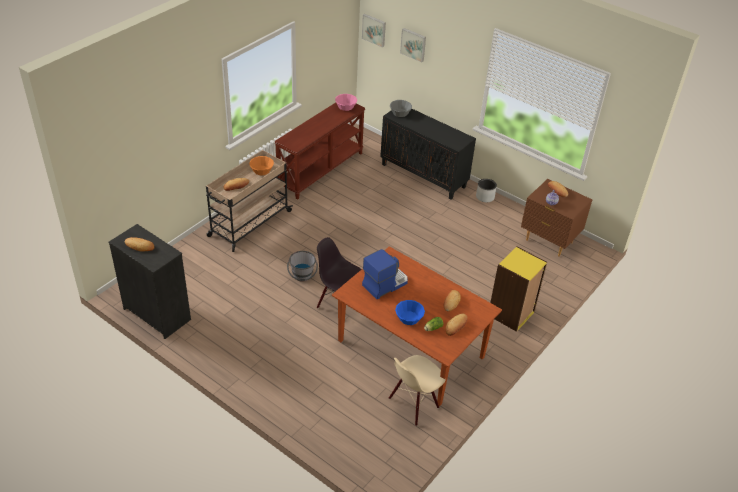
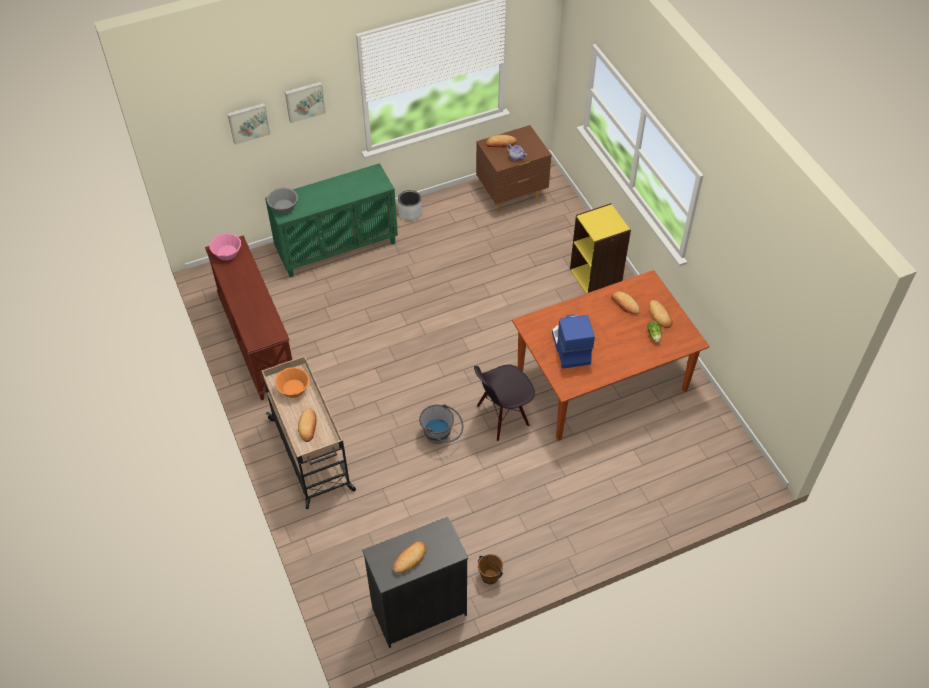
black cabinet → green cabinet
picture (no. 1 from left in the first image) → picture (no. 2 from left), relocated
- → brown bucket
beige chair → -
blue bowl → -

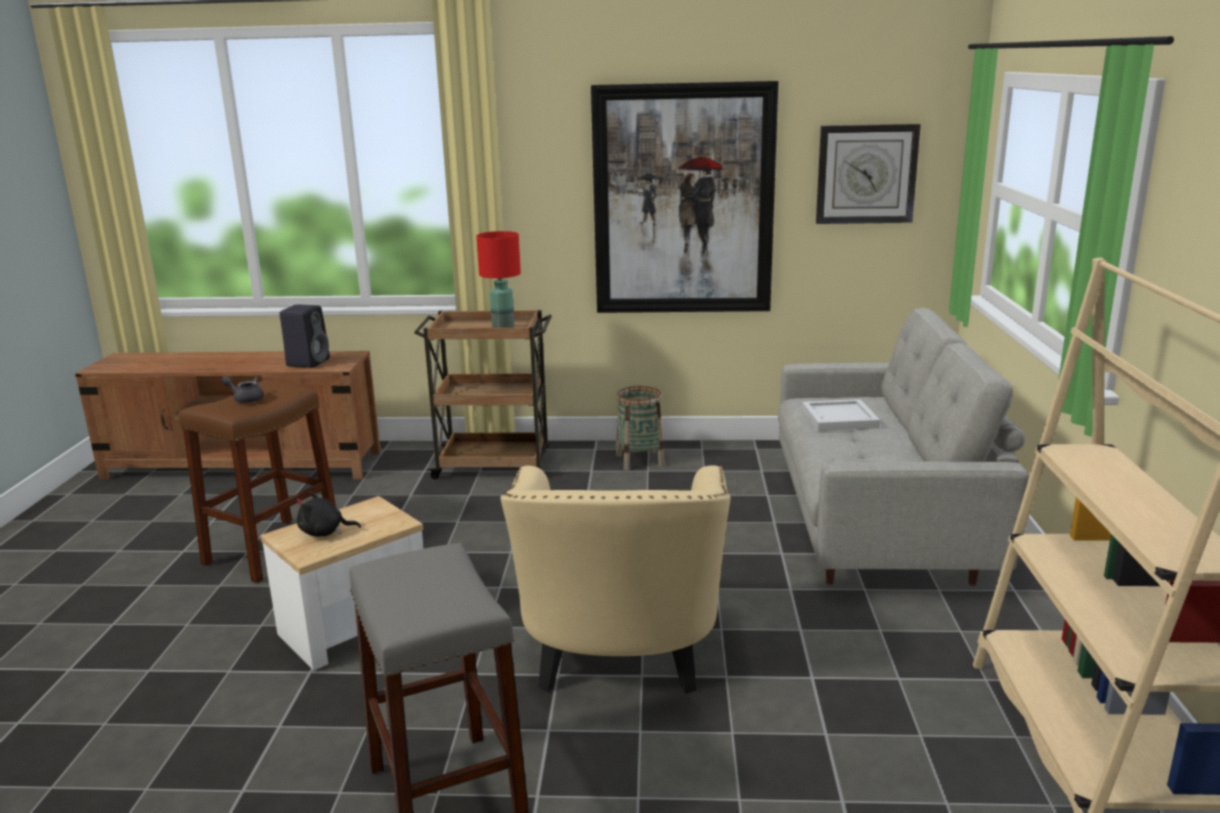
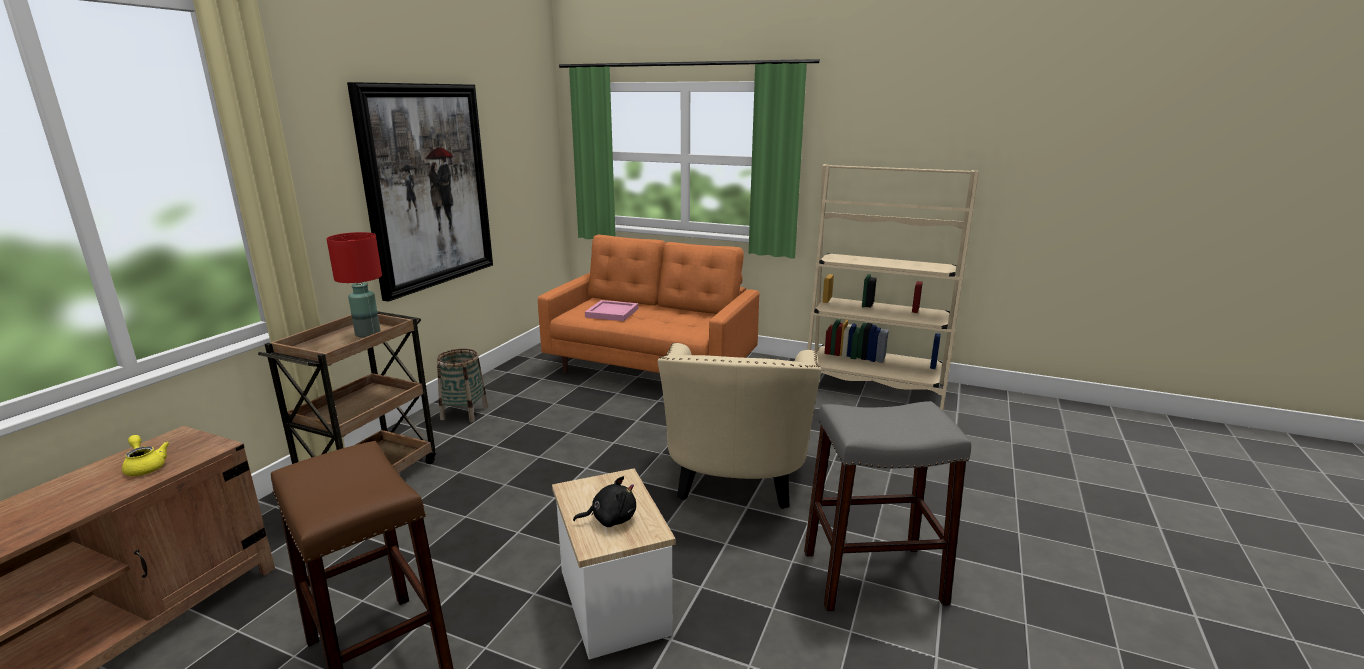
black speaker → yellow teapot
grey sofa → orange sofa
black plush toy, 120 degrees counterclockwise
white tray → pink tray
beige armchair, 75 degrees clockwise
grey teapot → -
wall clock → -

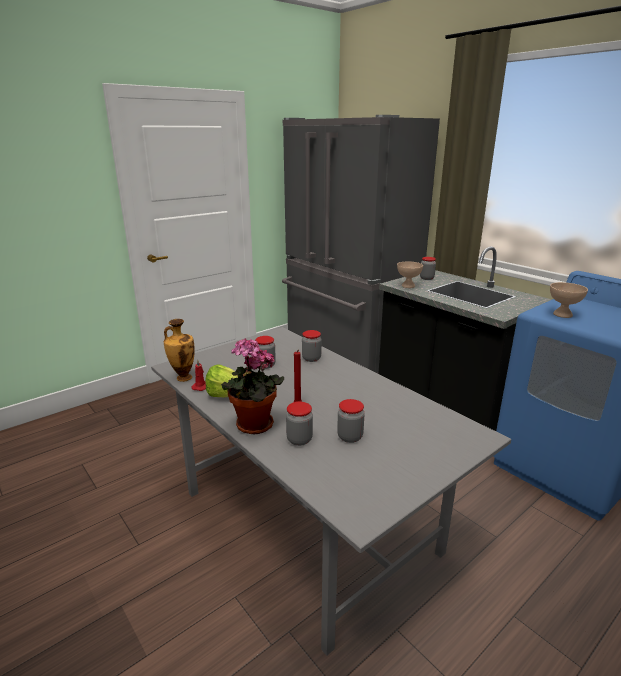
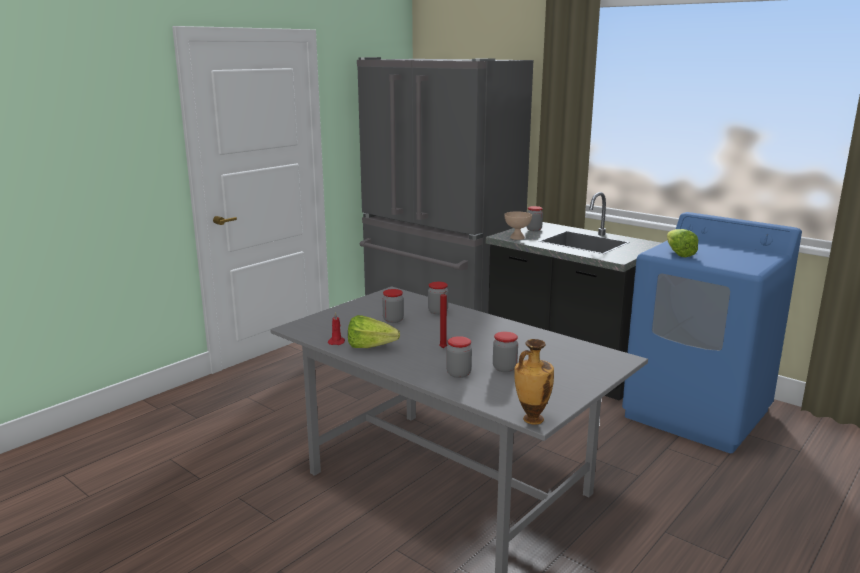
vase, relocated
beige bowl (no. 2 from left) → lettuce (no. 2 from left)
potted plant → -

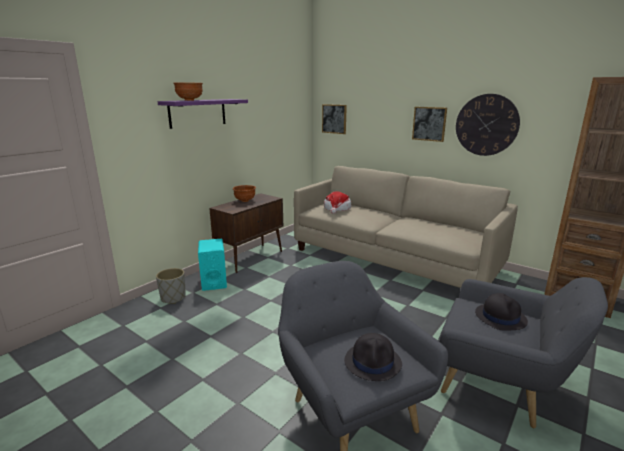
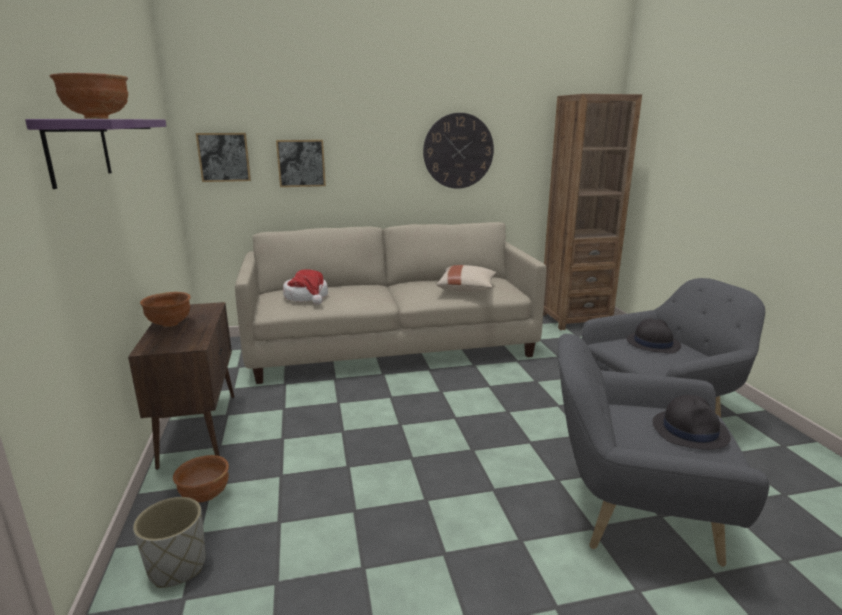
turquoise speaker → brown bowl (no. 3 from left)
picture (no. 2 from left), relocated
- → beige pillow

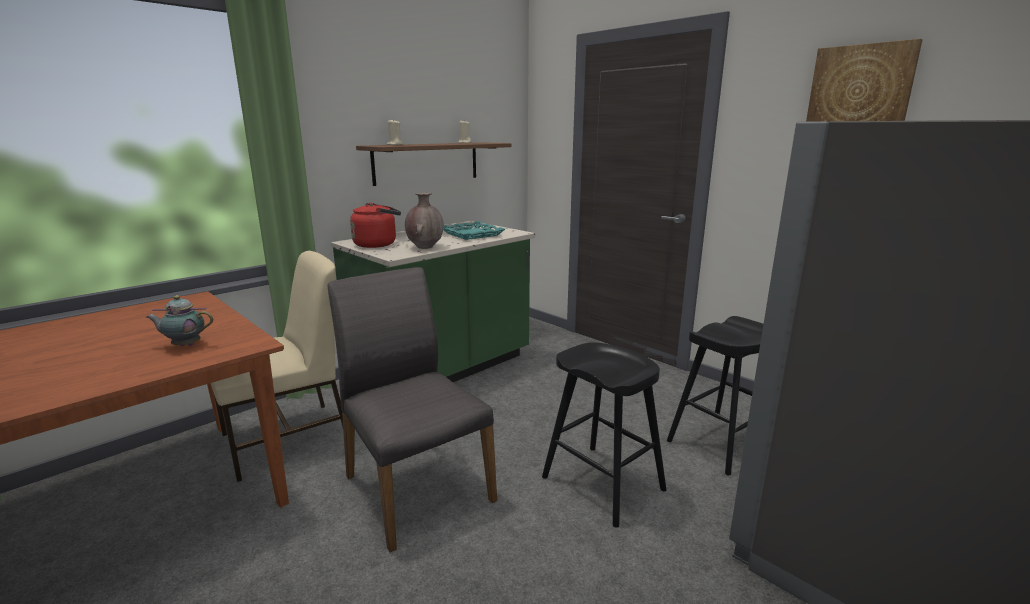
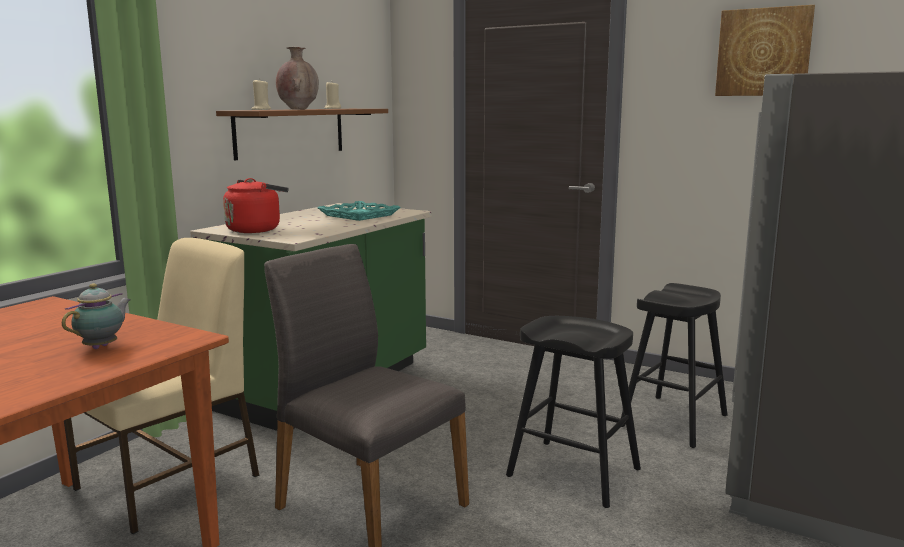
teapot, 135 degrees clockwise
brown vase, relocated

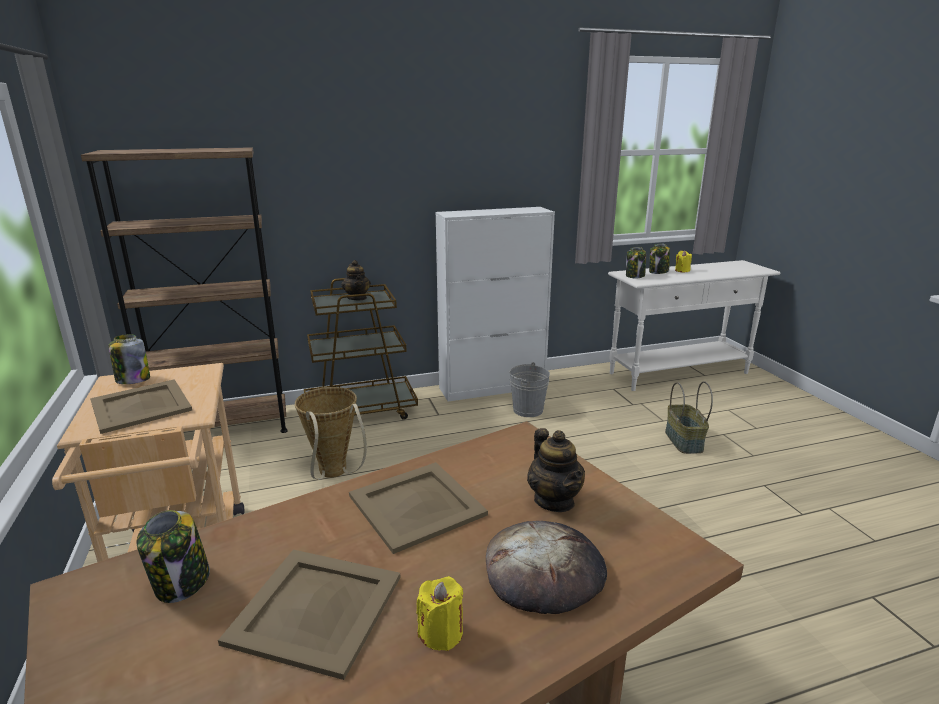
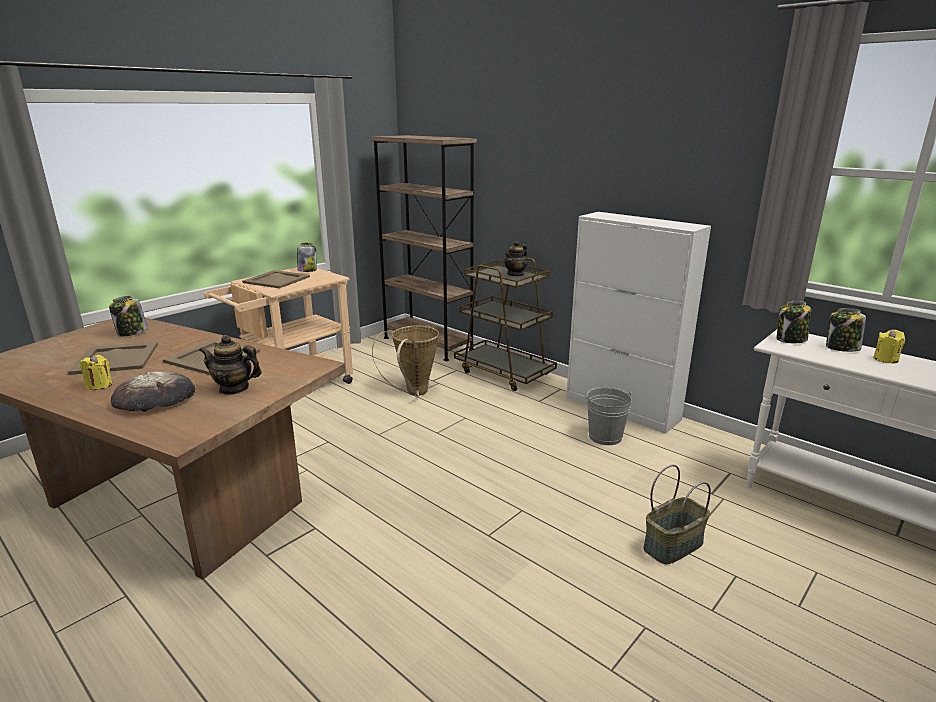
teapot (no. 2 from left in the first image) → teapot (no. 1 from left), 60 degrees clockwise

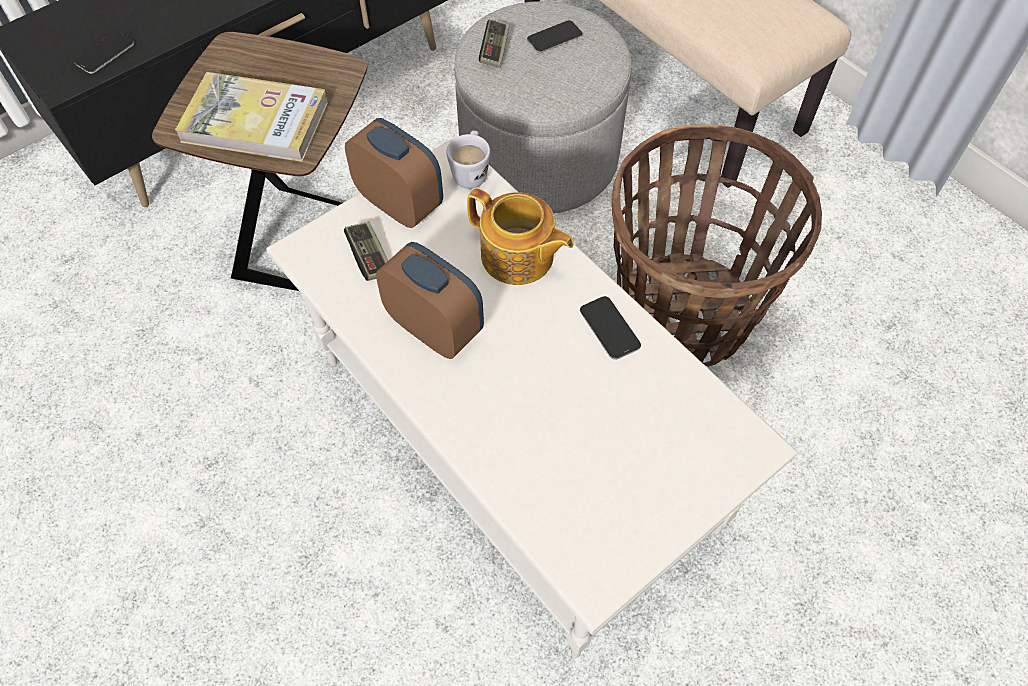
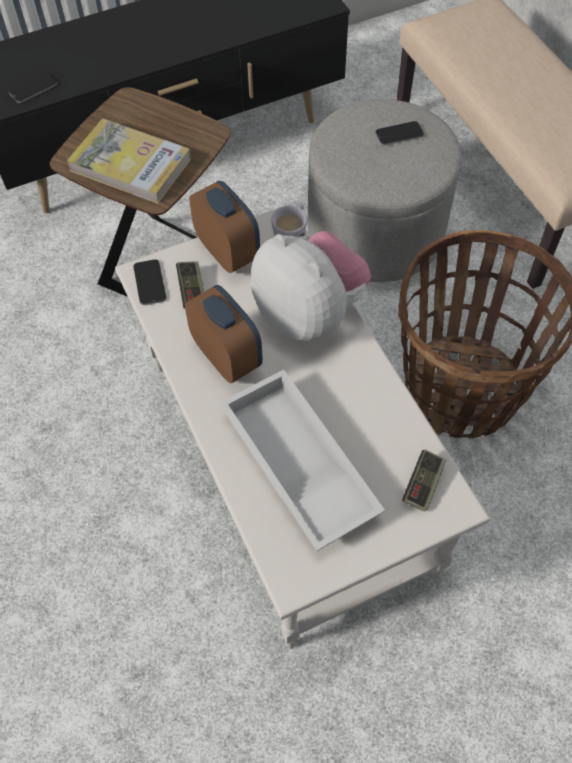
phone (no. 3 from left in the first image) → phone (no. 2 from left), relocated
- → white tray
teapot → plush toy
game controller (no. 2 from left), relocated

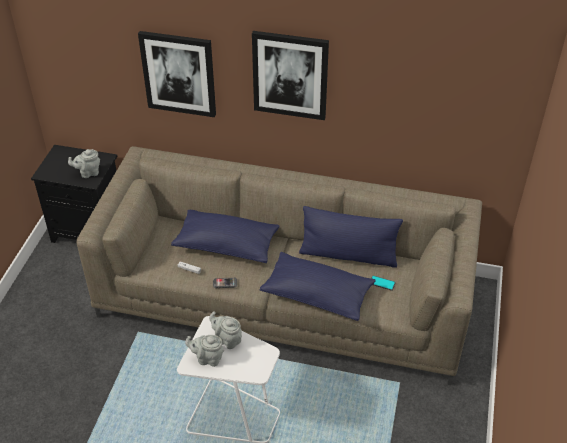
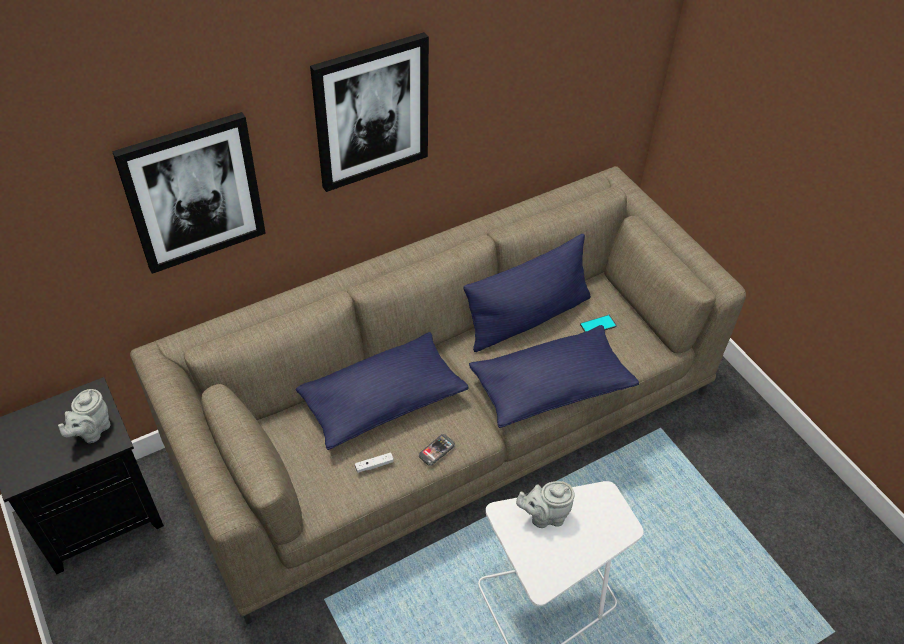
grey teapot (no. 2 from left) → -

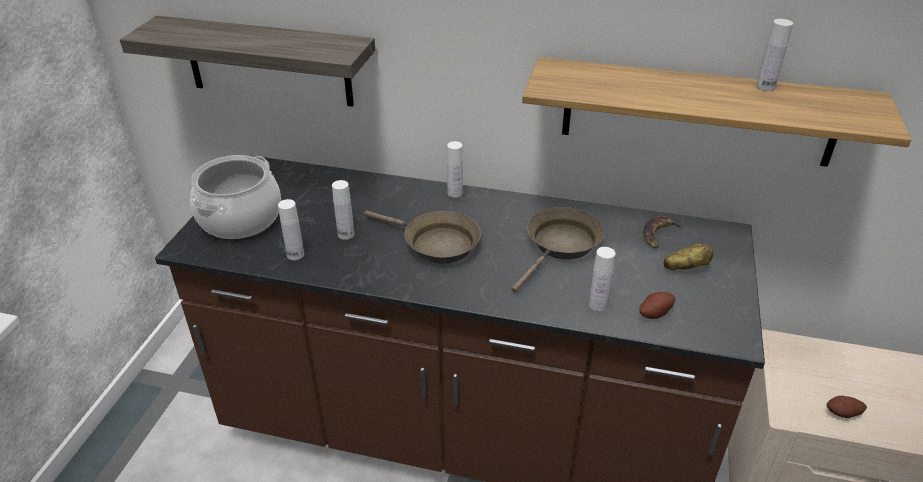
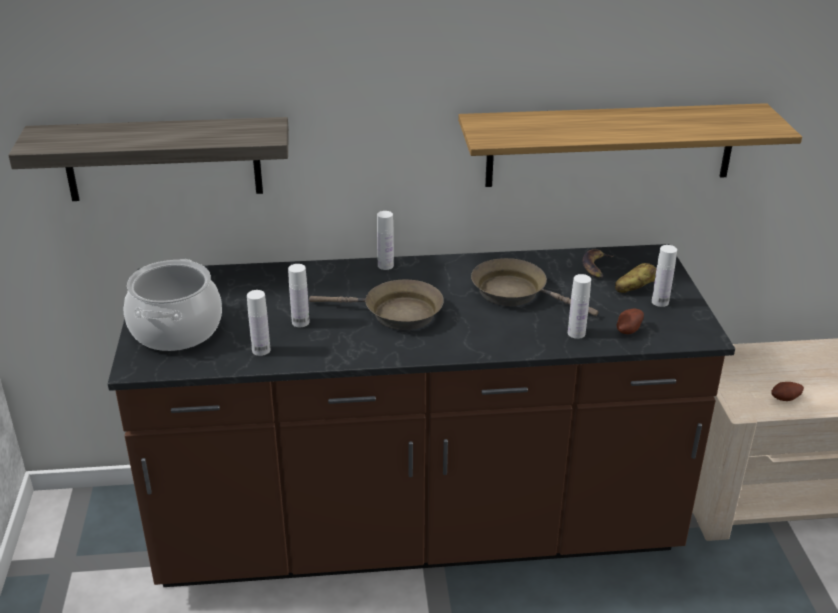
brown frying pan (no. 2 from left), 75 degrees counterclockwise
white bottle (no. 5 from left), relocated

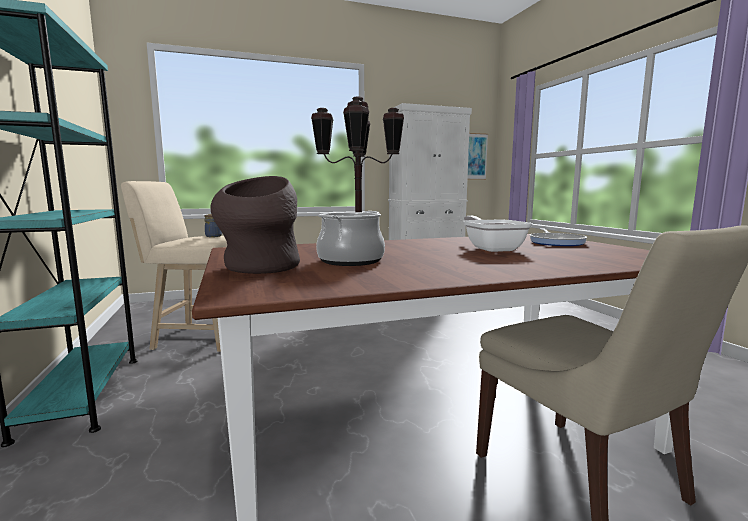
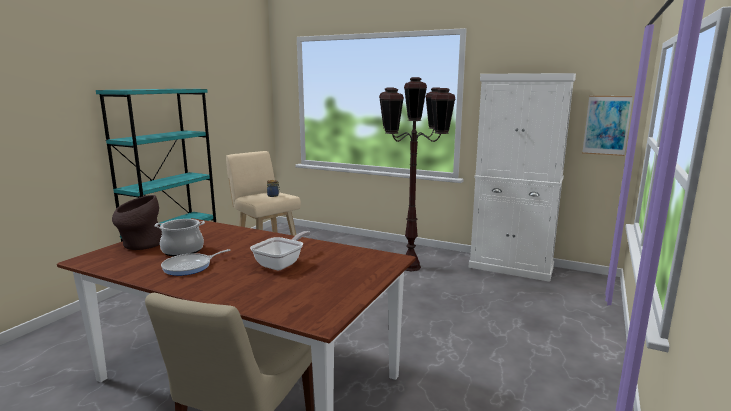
frying pan (no. 2 from left in the first image) → frying pan (no. 1 from left), relocated

